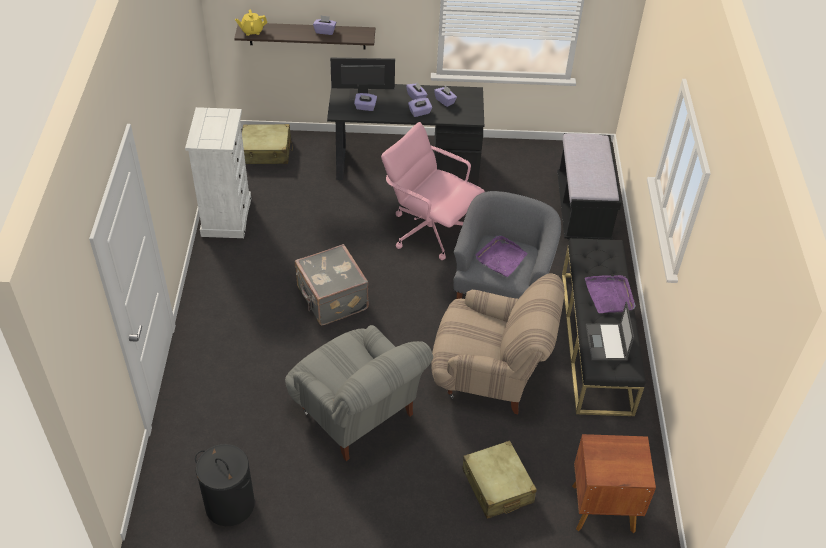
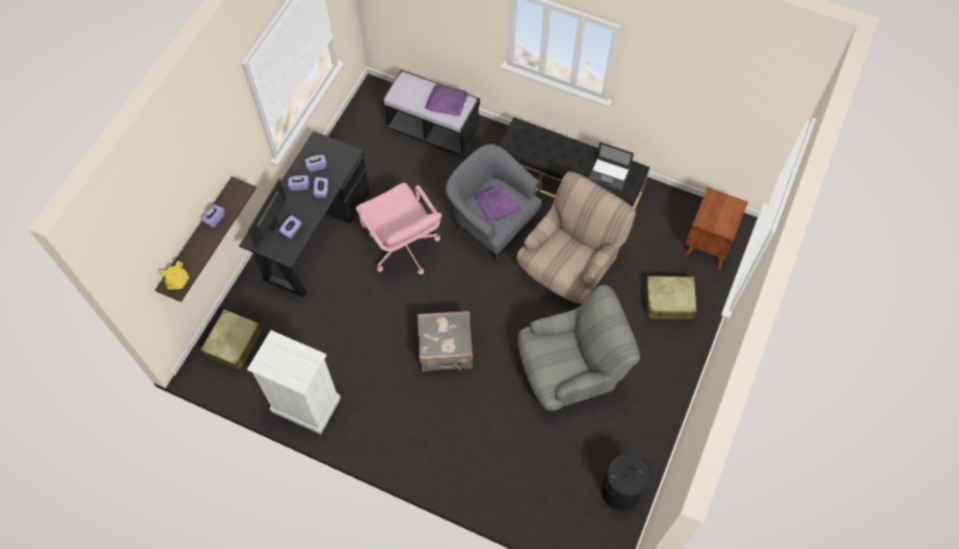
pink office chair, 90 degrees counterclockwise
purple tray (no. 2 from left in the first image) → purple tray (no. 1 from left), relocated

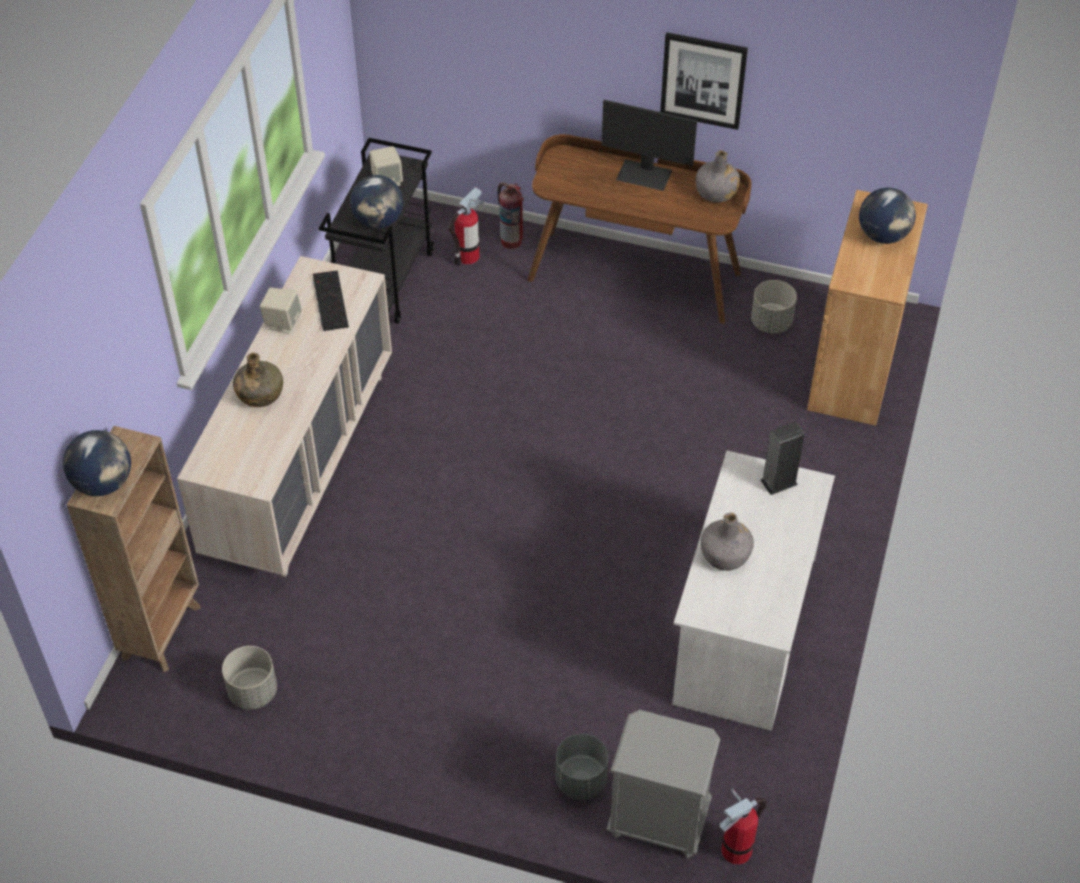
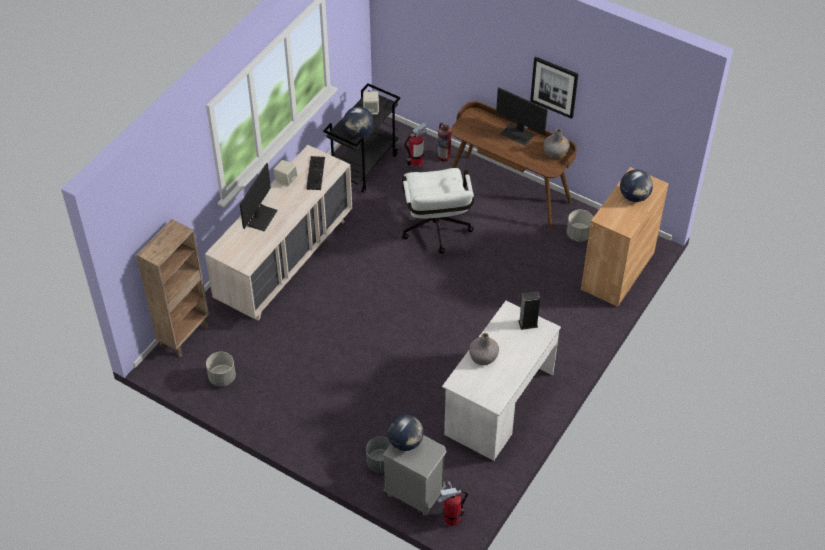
green bottle → monitor (no. 1 from left)
globe (no. 1 from left in the first image) → globe (no. 2 from left), relocated
- → white office chair

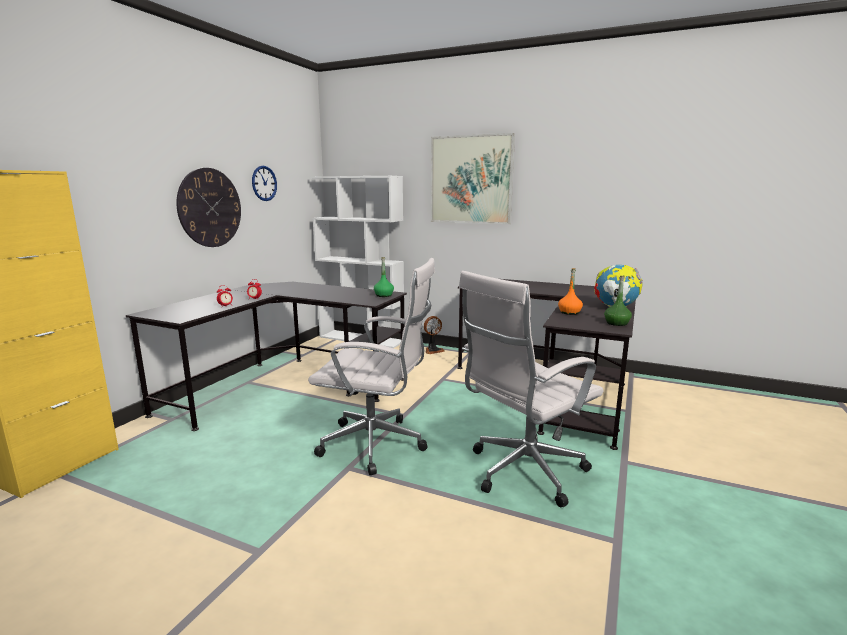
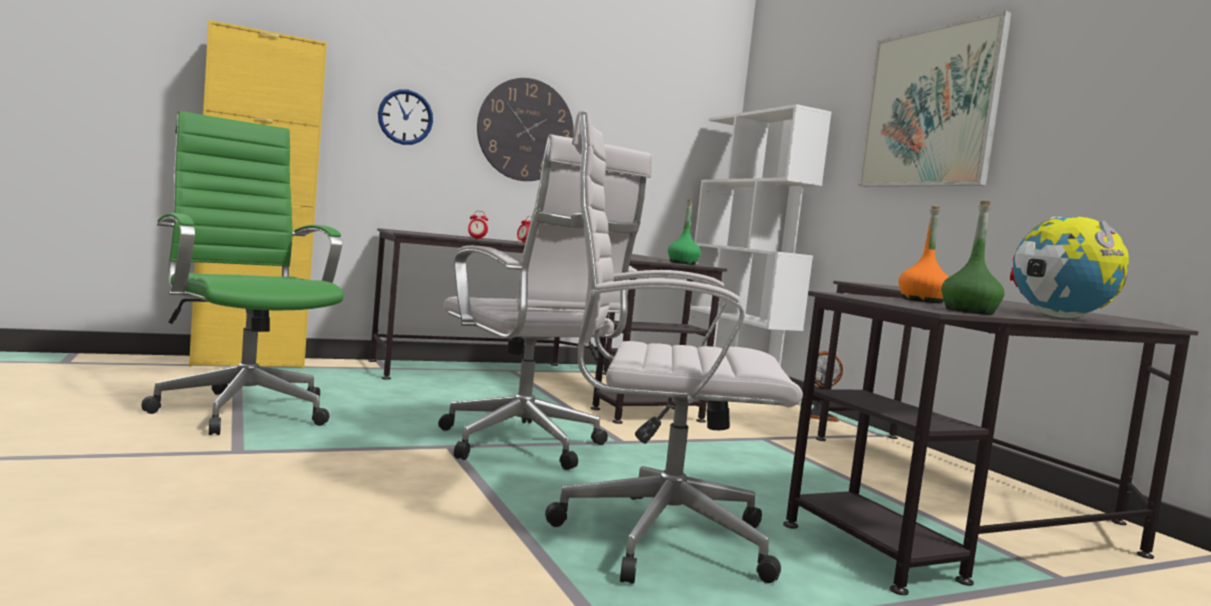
- → green office chair
wall clock (no. 2 from left in the first image) → wall clock (no. 1 from left), relocated

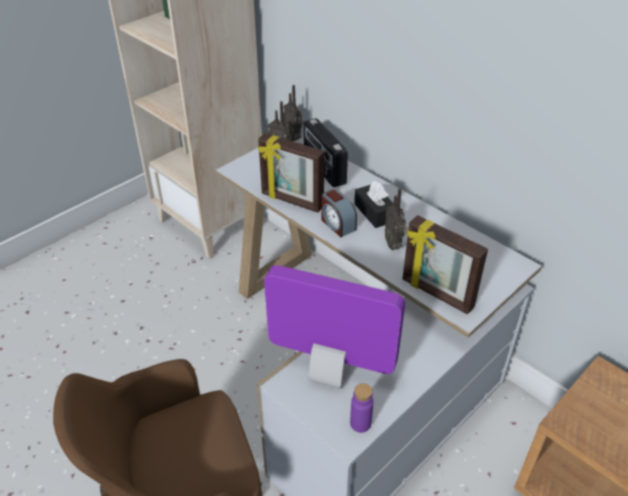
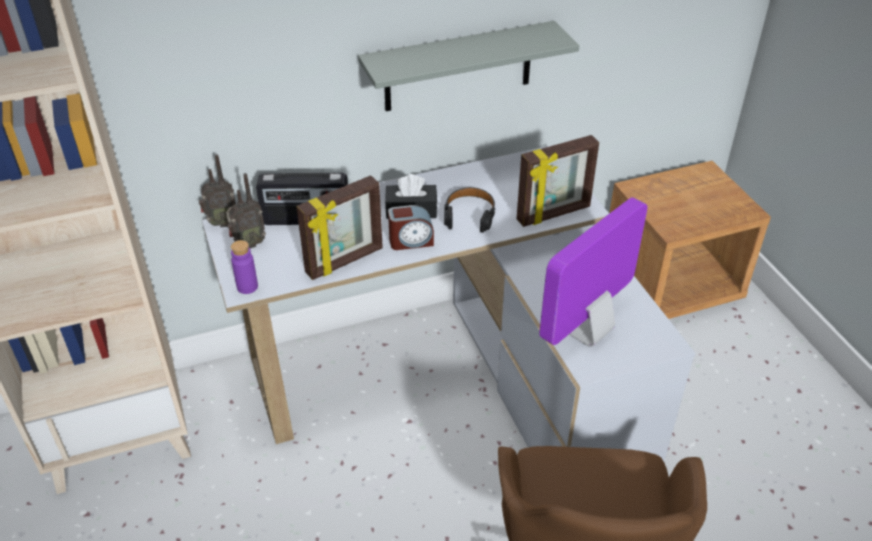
purple bottle, relocated
- → grey shelf
radio (no. 4 from left) → black headphones

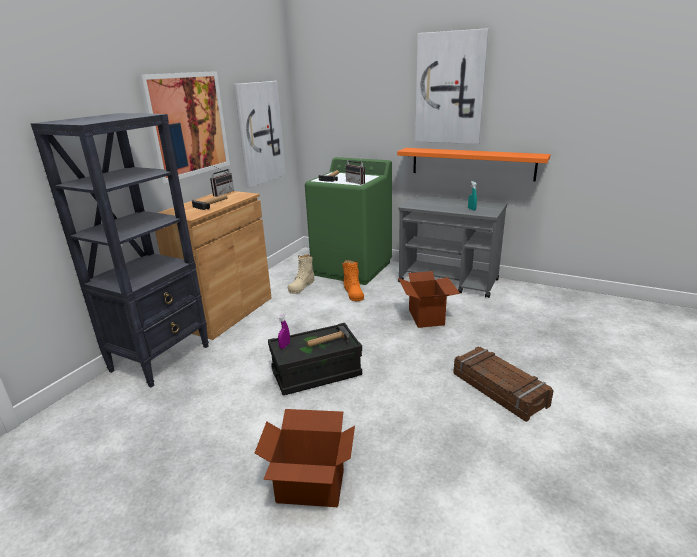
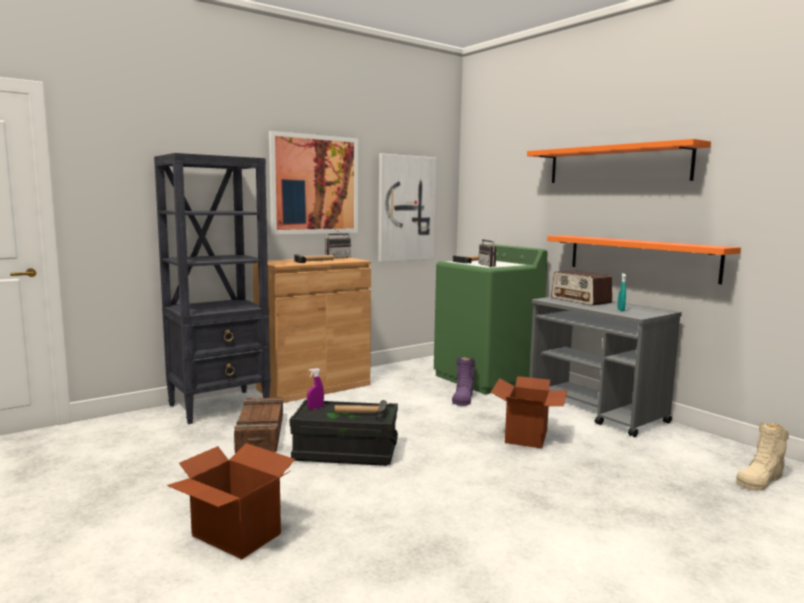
crate, relocated
orange boot → purple boot
picture (no. 3 from left) → orange shelf (no. 1 from left)
- → radio (no. 3 from left)
beige boot, relocated

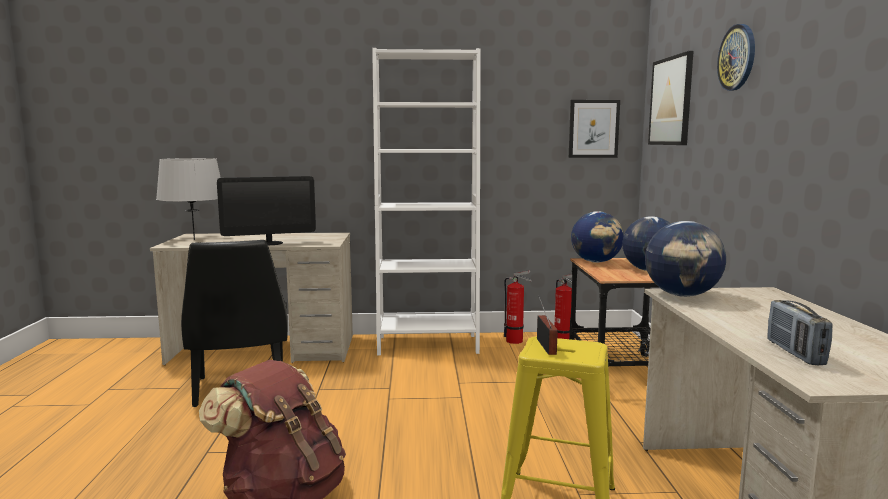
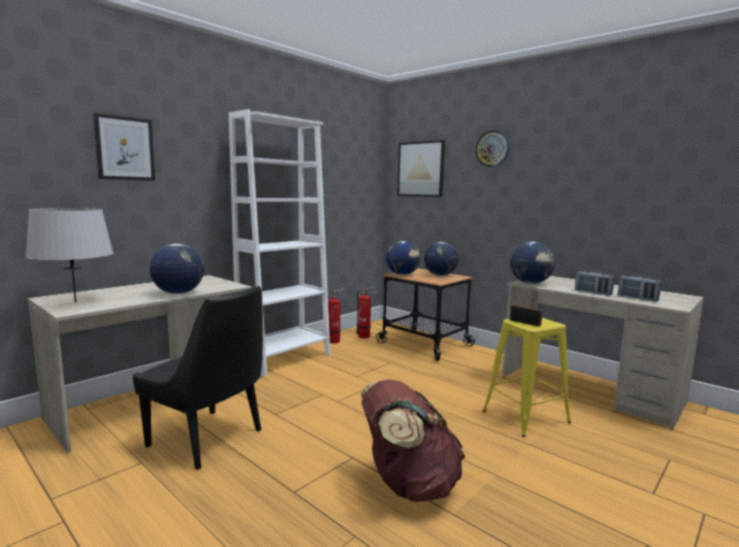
picture (no. 1 from left), relocated
monitor → globe (no. 1 from left)
- → radio (no. 2 from left)

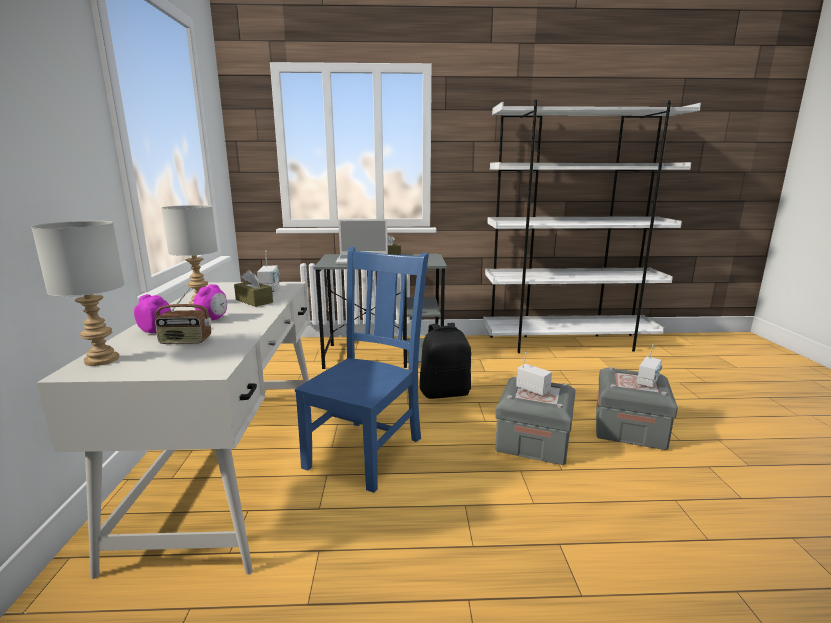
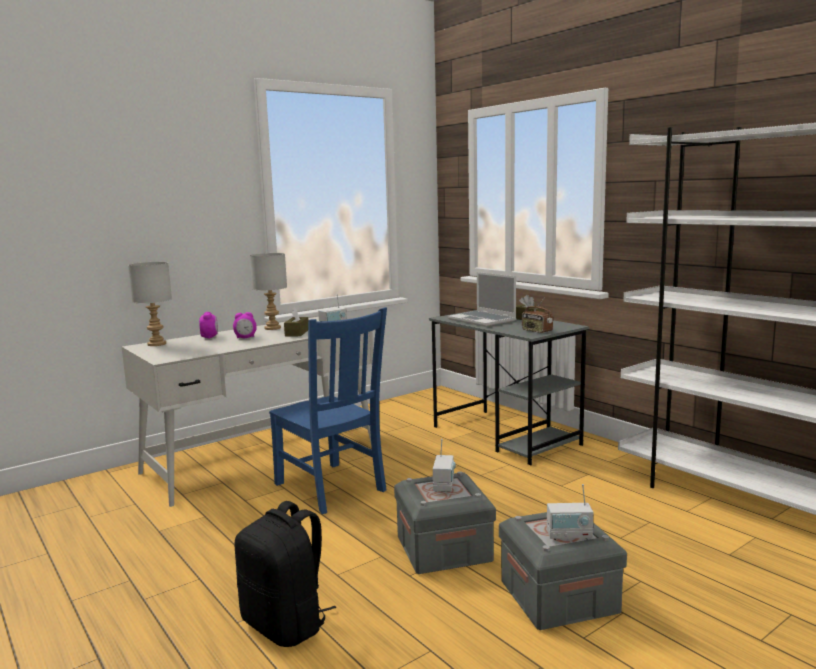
black backpack, relocated
blue chair, 60 degrees clockwise
radio (no. 1 from left in the first image) → radio (no. 3 from left), relocated

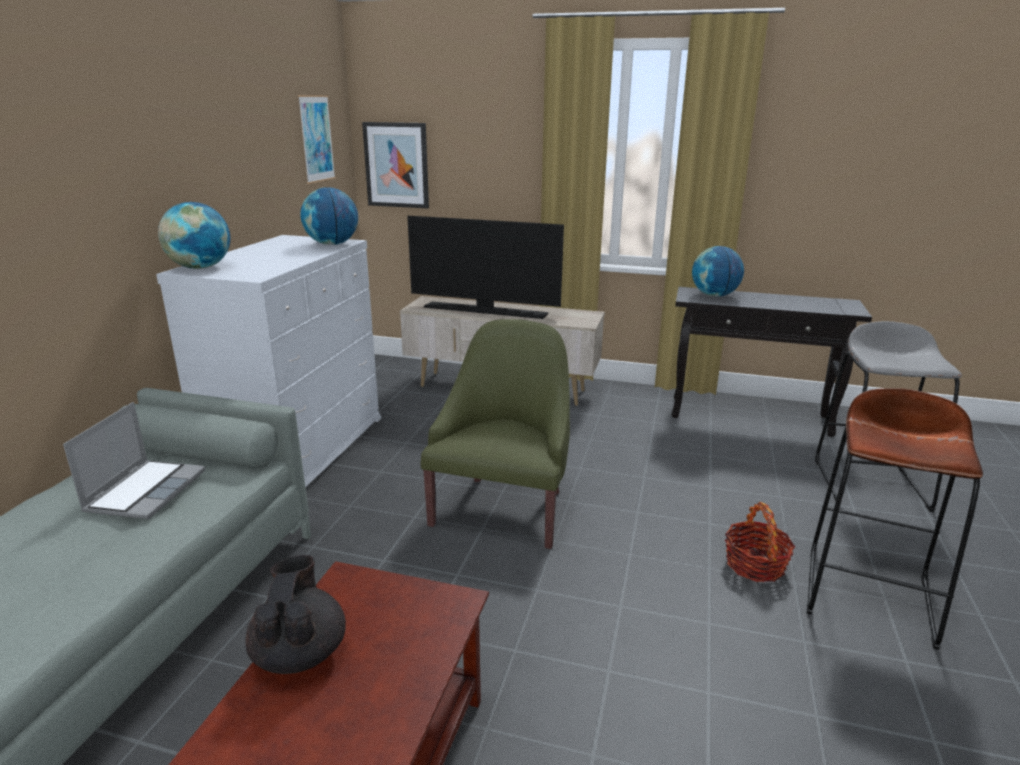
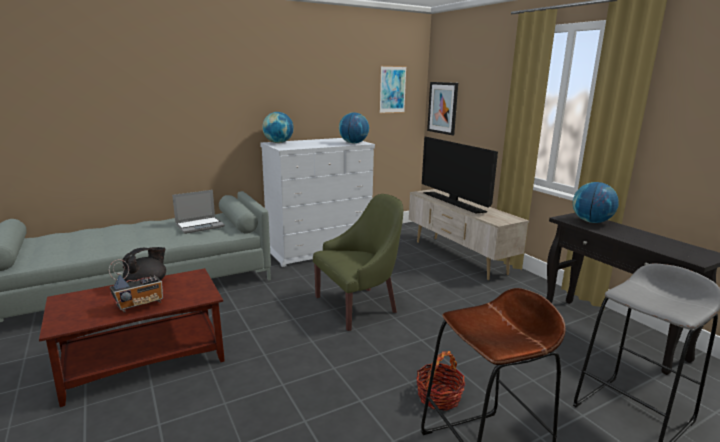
- → radio

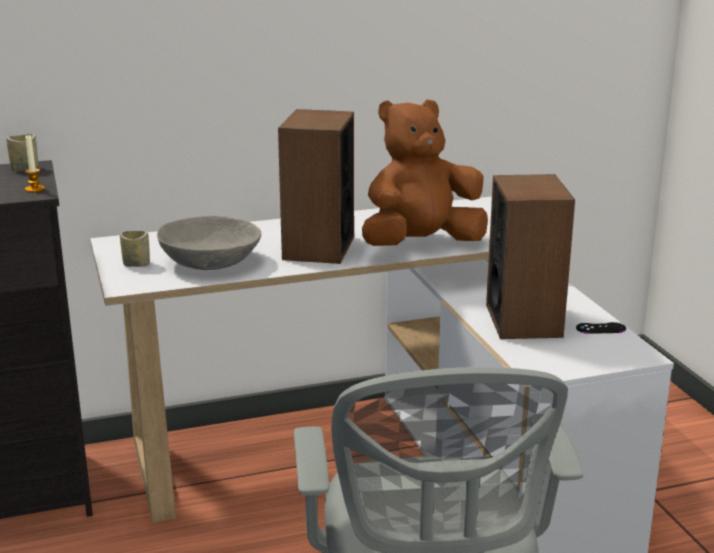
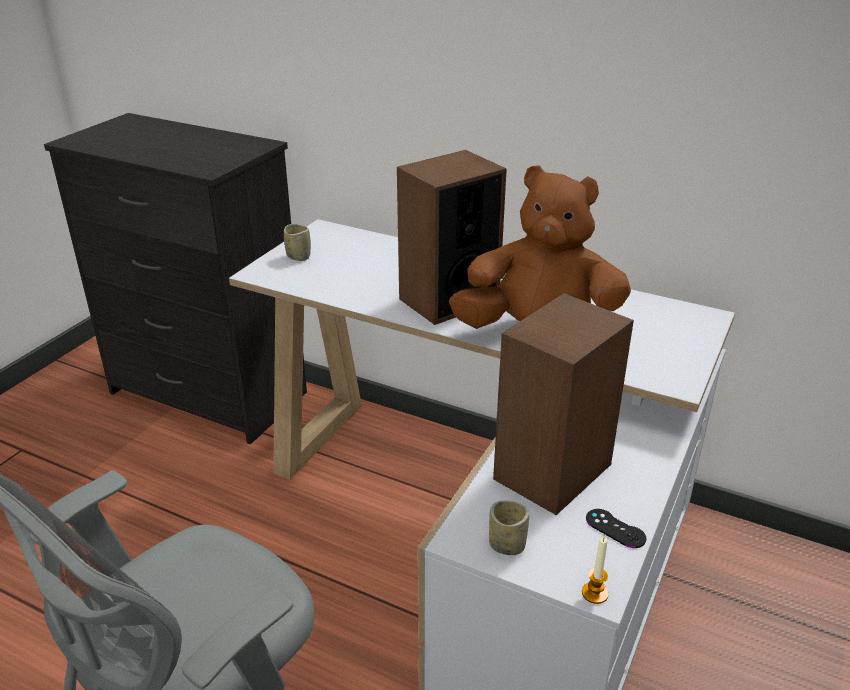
cup (no. 1 from left in the first image) → cup (no. 2 from left), relocated
candle, relocated
grey bowl → -

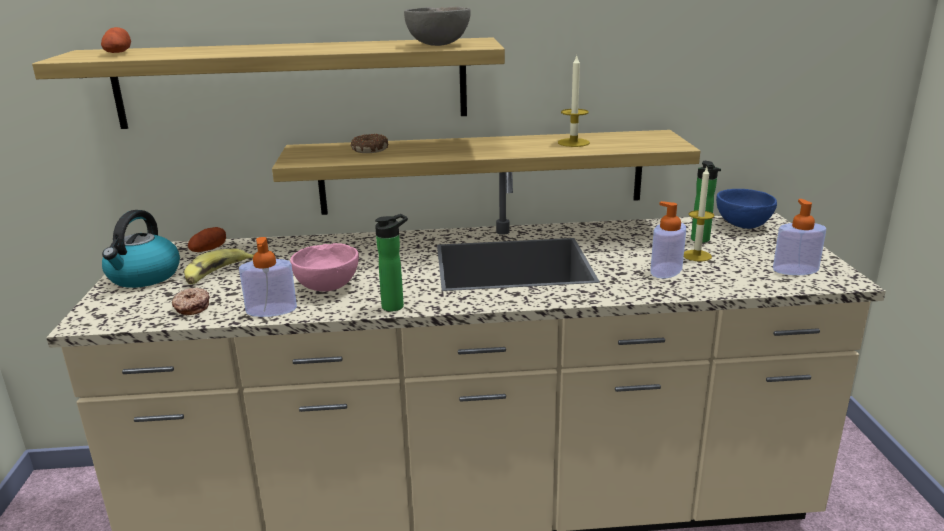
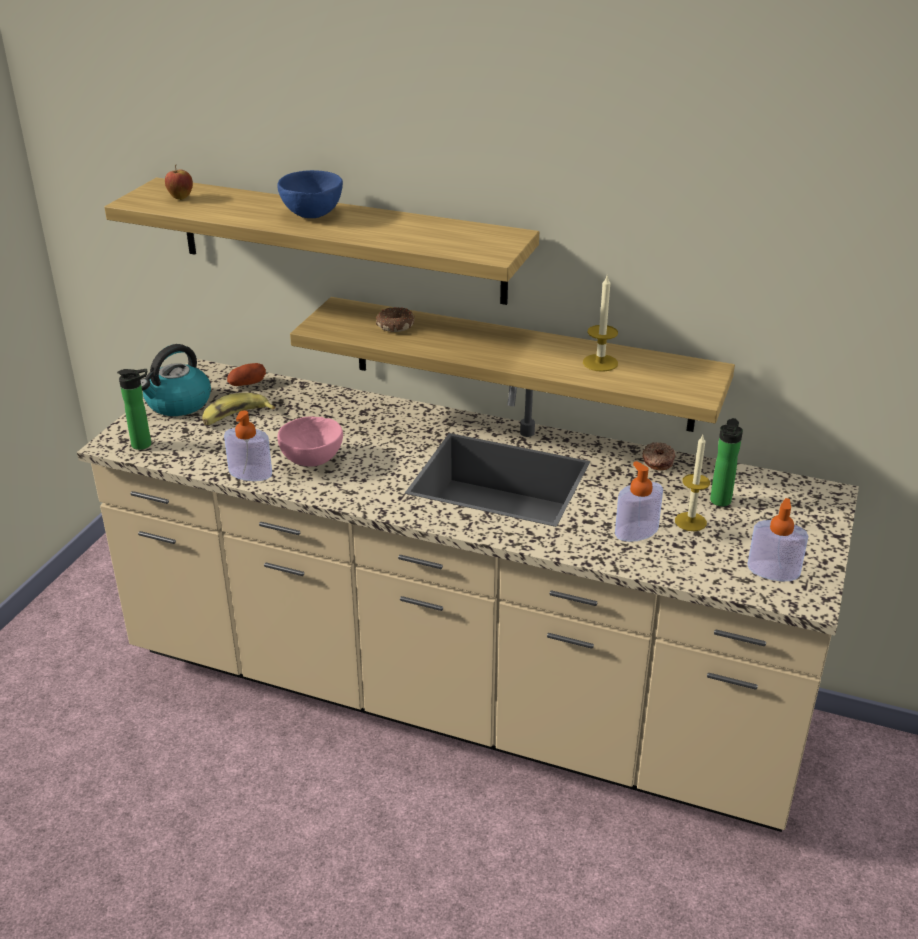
bottle (no. 1 from left), relocated
potato (no. 1 from left) → apple
blue bowl, relocated
donut (no. 1 from left in the first image) → donut (no. 2 from left), relocated
grey bowl → -

